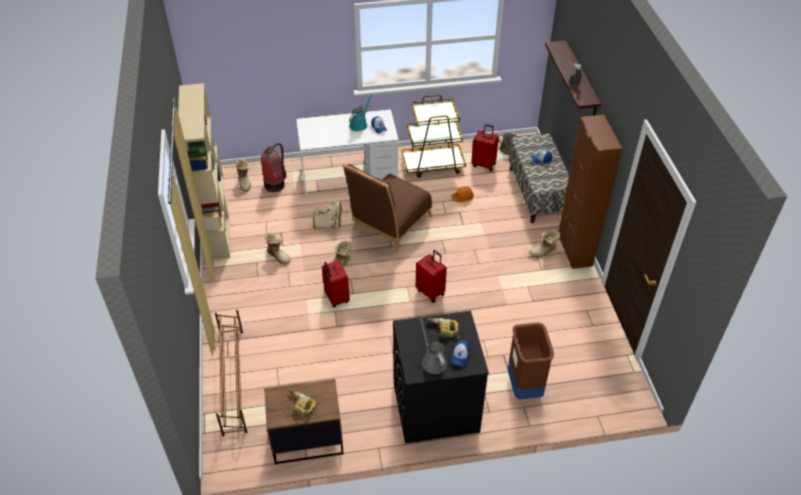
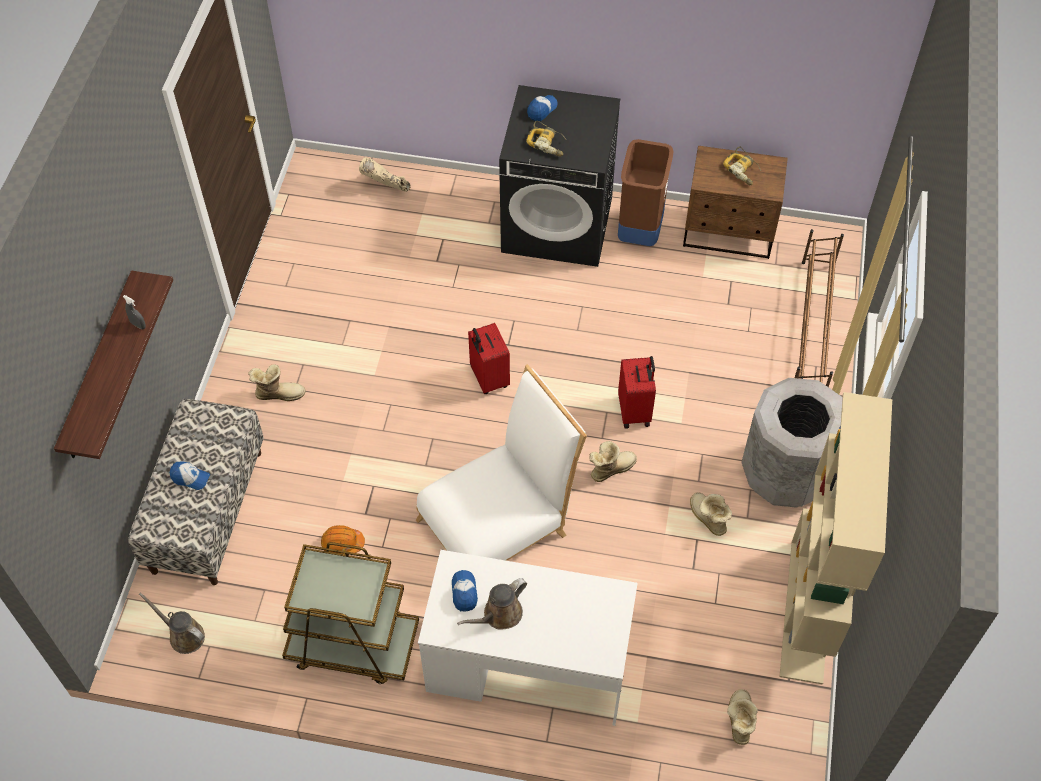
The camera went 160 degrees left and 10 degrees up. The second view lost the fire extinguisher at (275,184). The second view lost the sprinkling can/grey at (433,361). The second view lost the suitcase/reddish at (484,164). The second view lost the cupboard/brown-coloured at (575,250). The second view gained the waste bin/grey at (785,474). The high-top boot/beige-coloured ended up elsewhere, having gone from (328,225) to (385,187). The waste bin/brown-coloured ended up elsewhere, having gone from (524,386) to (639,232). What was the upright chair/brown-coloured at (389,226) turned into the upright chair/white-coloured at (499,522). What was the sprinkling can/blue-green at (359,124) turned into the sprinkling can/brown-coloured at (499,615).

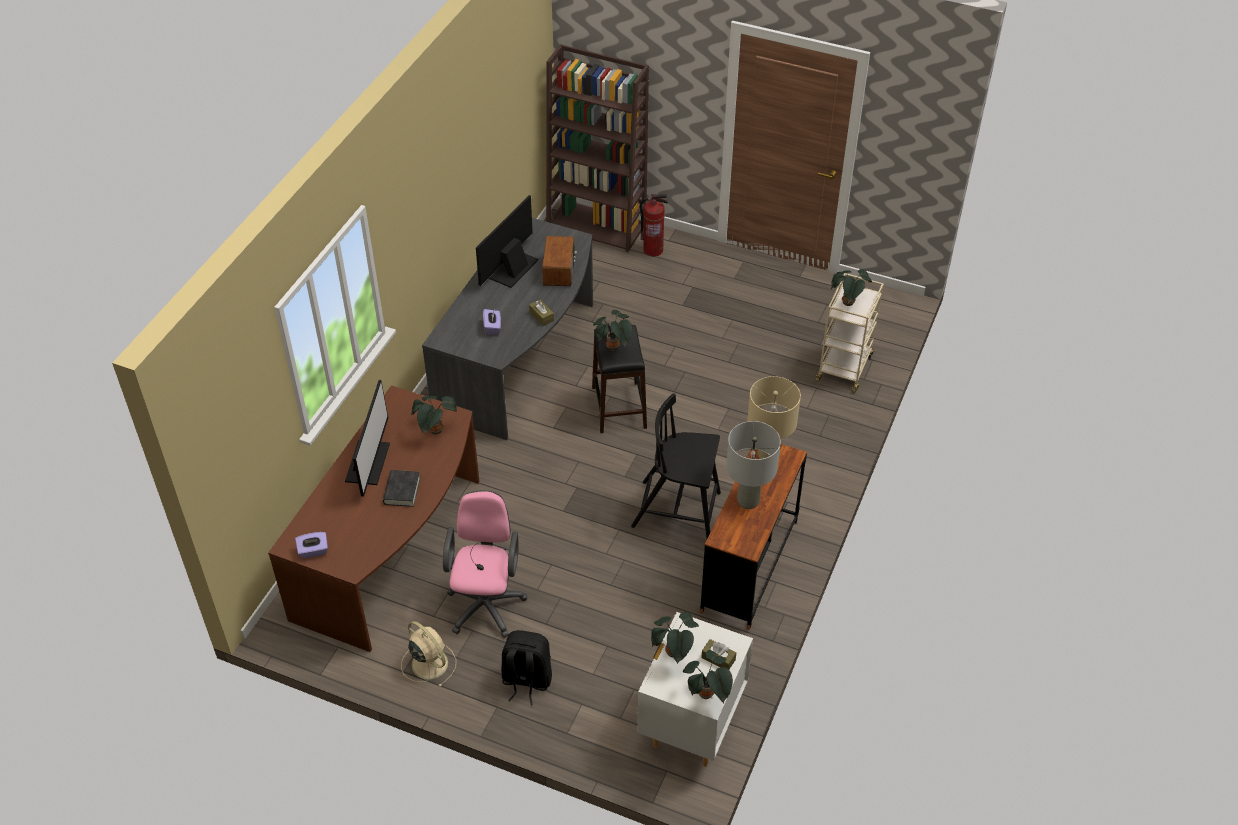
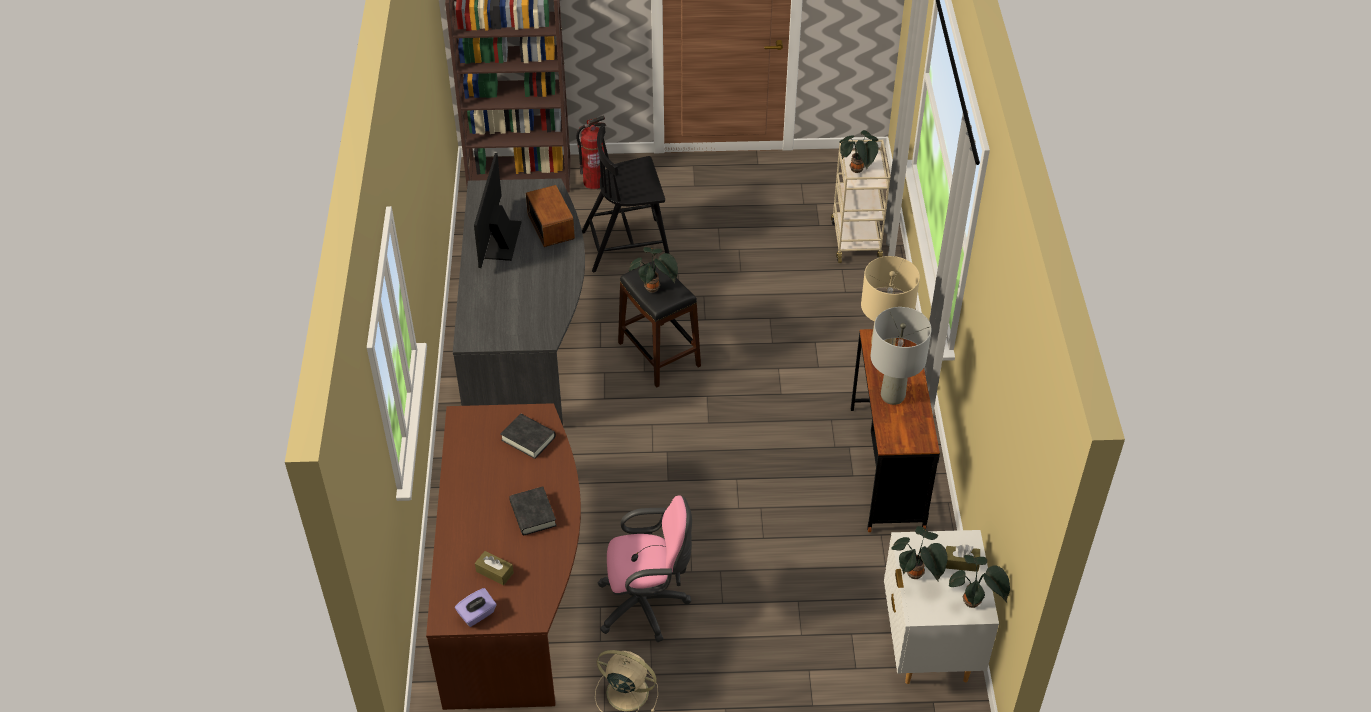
The camera went 25 degrees left and 0 degrees up. The second view lost the computer display at (369,462). The second view lost the tissue box/purple at (492,327). The second view lost the rucksack/blackish at (526,680). The tissue box/brown-coloured ended up elsewhere, having gone from (541,316) to (494,572). The upright chair/blackish ended up elsewhere, having gone from (678,510) to (627,245). Where the plant in a pot stood at (435,431), the book/blackish came to stand at (528,438). The office chair/pink at (486,602) ended up facing another way, 105 degrees clockwise from before.

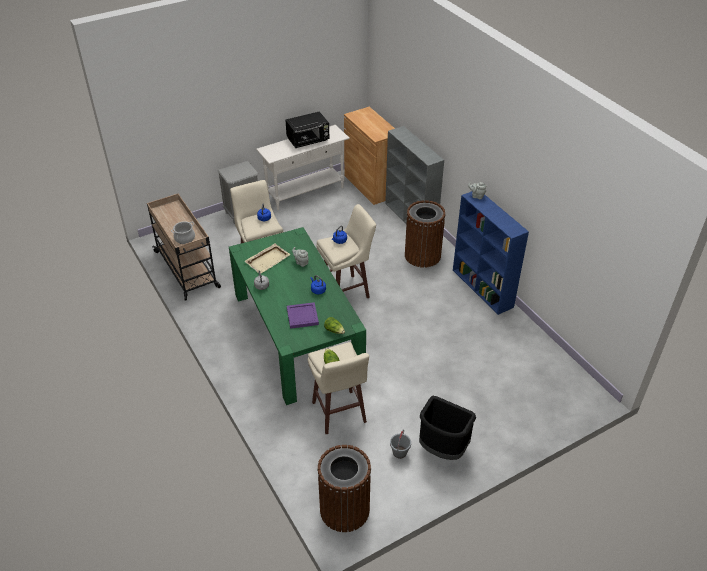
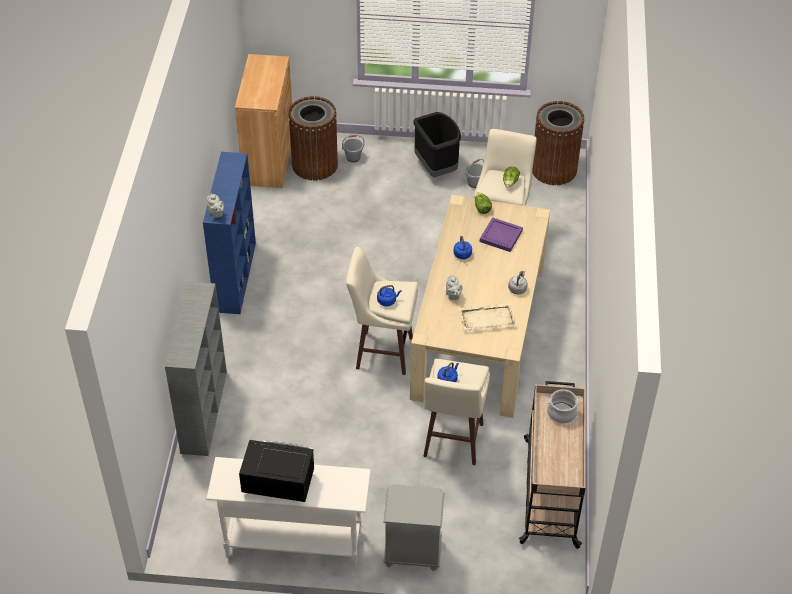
The camera went 145 degrees left and 5 degrees up. The second view gained the water bucket/grey at (353,158). The cupboard/brown-coloured ended up elsewhere, having gone from (370,185) to (268,159). The waste bin/brown-coloured ended up elsewhere, having gone from (422,255) to (314,165). What was the kitchen table/green-coloured at (297,335) turned into the kitchen table/beige-coloured at (479,331).

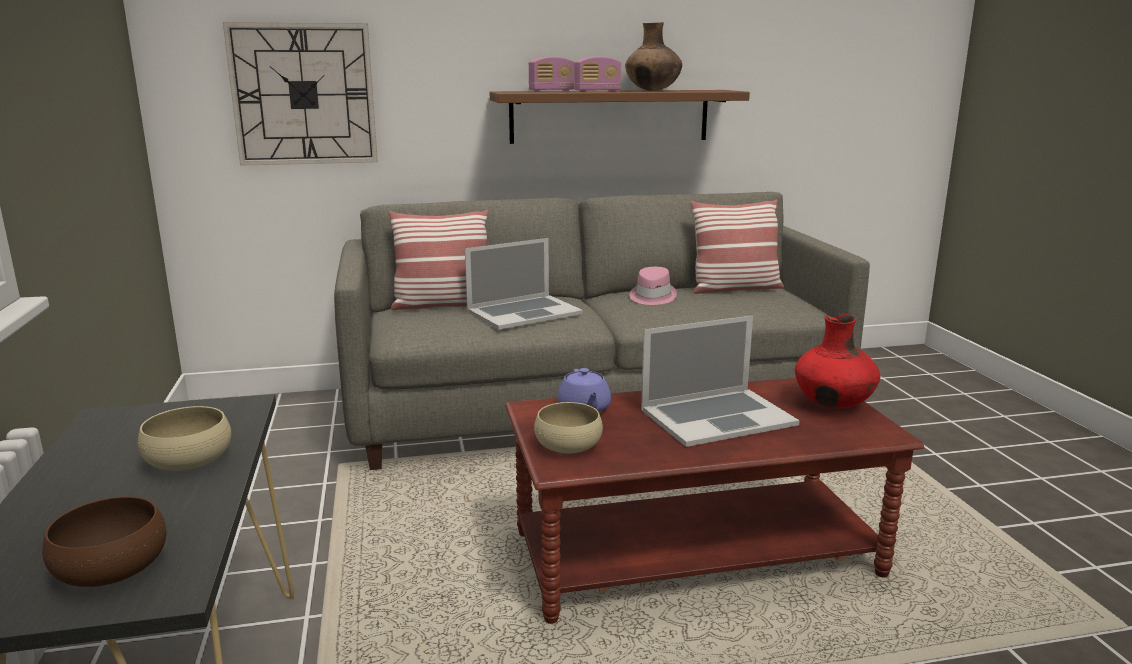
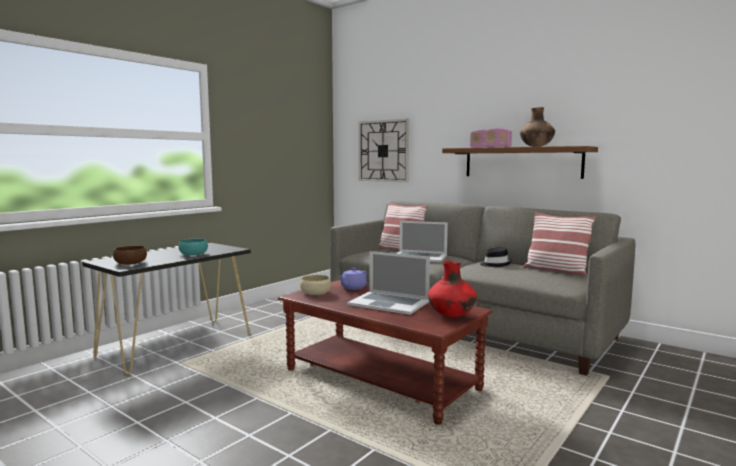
The camera went 50 degrees right and 10 degrees down. What was the serving bowl/beige-coloured at (188,460) turned into the serving bowl/blue-green at (193,254). What was the clothing hat/pink at (652,297) turned into the clothing hat/blackish at (495,264).

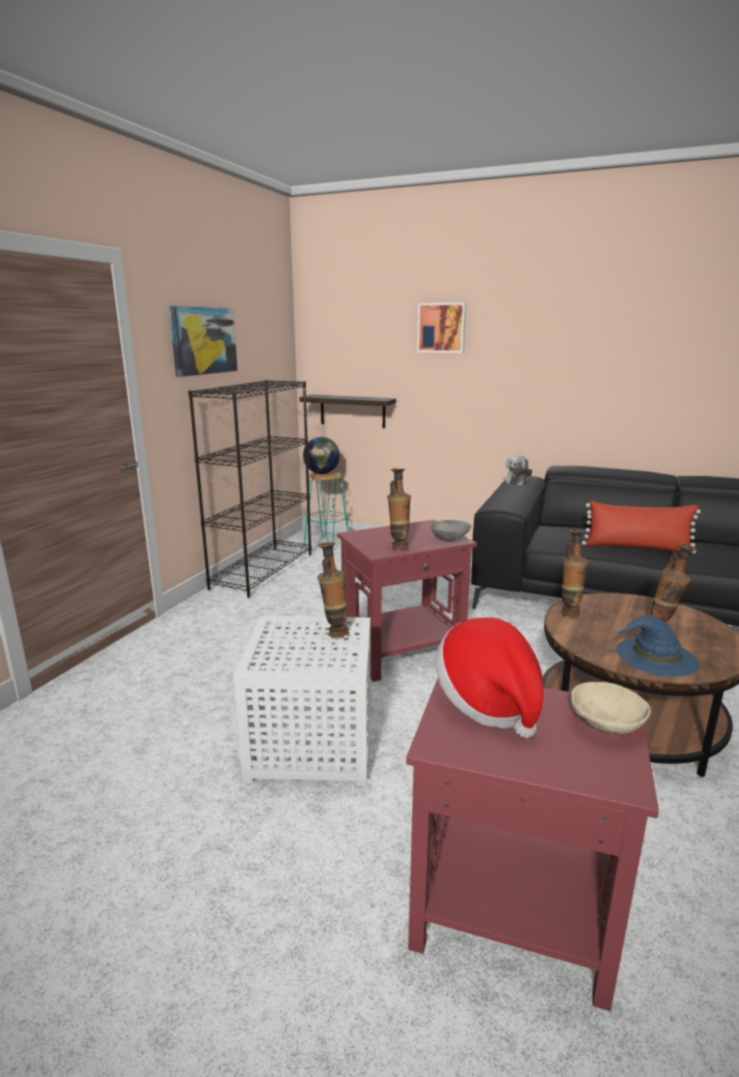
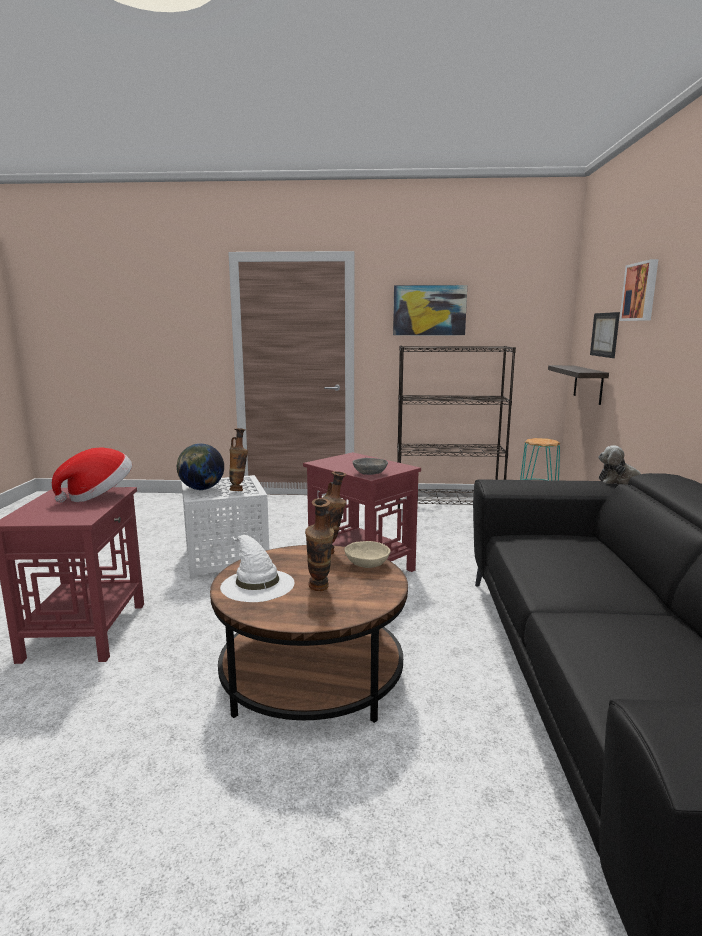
The camera went 70 degrees right and 5 degrees down. The second view lost the decorative vase at (398,547). The second view lost the cushion/reddish at (637,548). The second view gained the wall picture at (605,334). The world globe ended up elsewhere, having gone from (321,473) to (202,489). The serving bowl/beige-coloured ended up elsewhere, having gone from (605,725) to (366,565). What was the clothing hat/bluish at (655,657) turned into the clothing hat/white-coloured at (256,584).

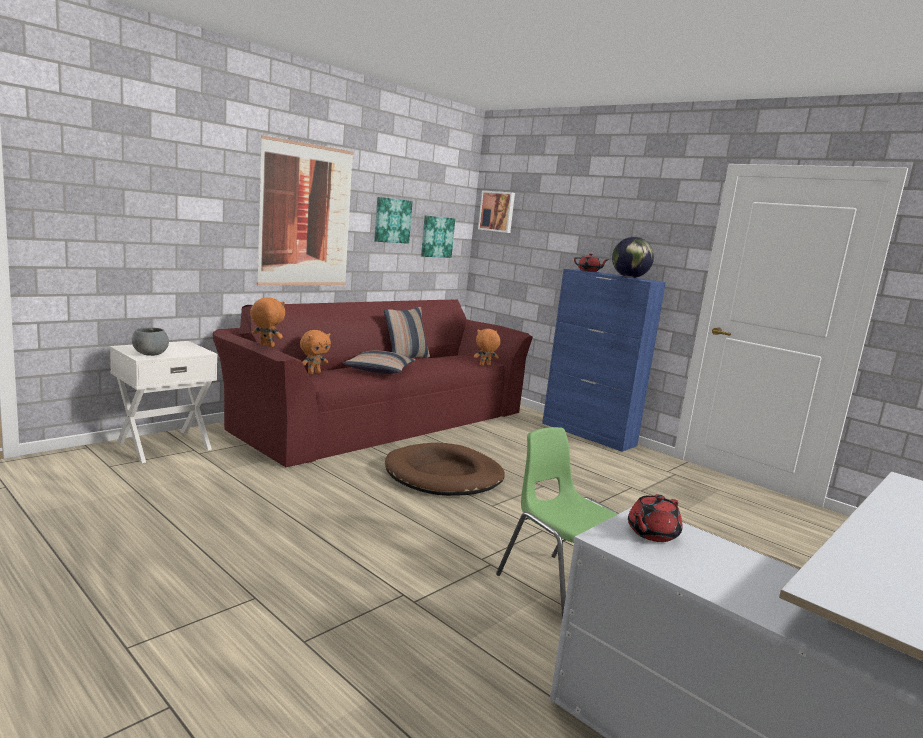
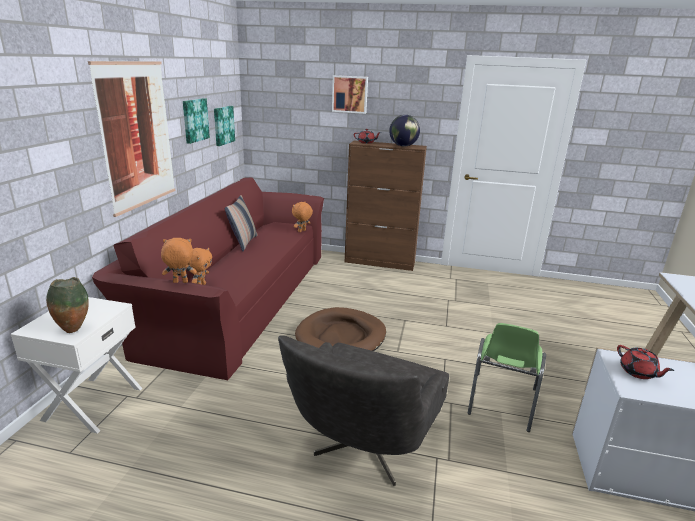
The camera went 30 degrees left and 10 degrees up. The second view lost the cushion at (379,370). The second view gained the armchair/grey at (363,451). The wall picture ended up elsewhere, having gone from (497,211) to (350,94). Where the serving bowl/grey stood at (150,354), the decorative vase came to stand at (74,330). What was the cupboard/bluish at (588,434) turned into the cupboard/brown-coloured at (380,262). The upright chair/green-coloured at (558,587) ended up facing another way, 90 degrees counterclockwise from before. The pot for tea/reddish at (651,533) ended up facing another way, 45 degrees counterclockwise from before.

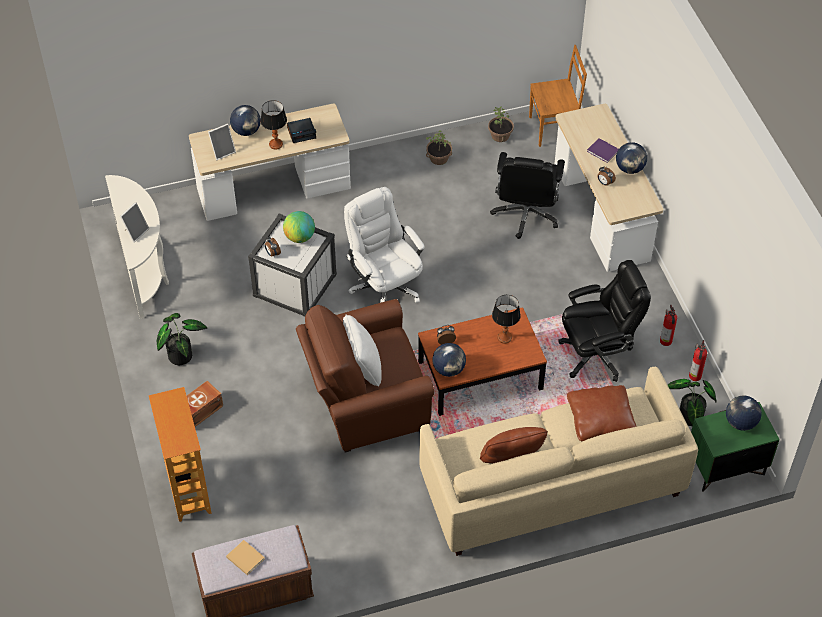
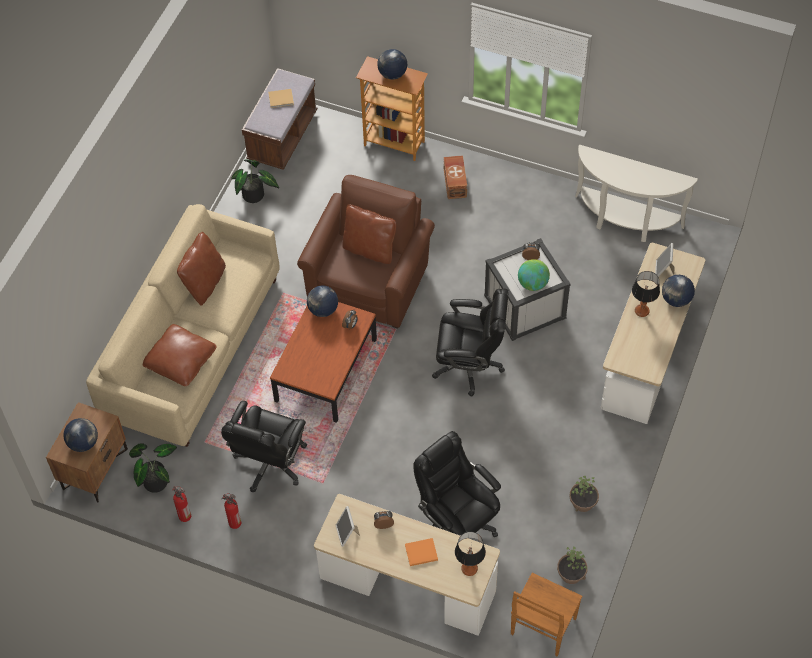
The camera went 130 degrees right and 5 degrees up. The second view lost the table clock at (302,132). The standing frame ended up elsewhere, having gone from (135,232) to (347,534). The plant in a pot ended up elsewhere, having gone from (181,353) to (255,196). The table lamp ended up elsewhere, having gone from (504,337) to (469,568). The world globe ended up elsewhere, having gone from (630,168) to (392,74). What was the cushion/white-coloured at (363,367) turned into the cushion/brown-coloured at (369,249). What was the office chair/white-coloured at (385,286) turned into the office chair/blackish at (469,365). What was the book/purple at (603,151) turned into the book/orangey at (420,553). What was the bedside table/green-coloured at (725,467) turned into the bedside table/brown-coloured at (94,468).

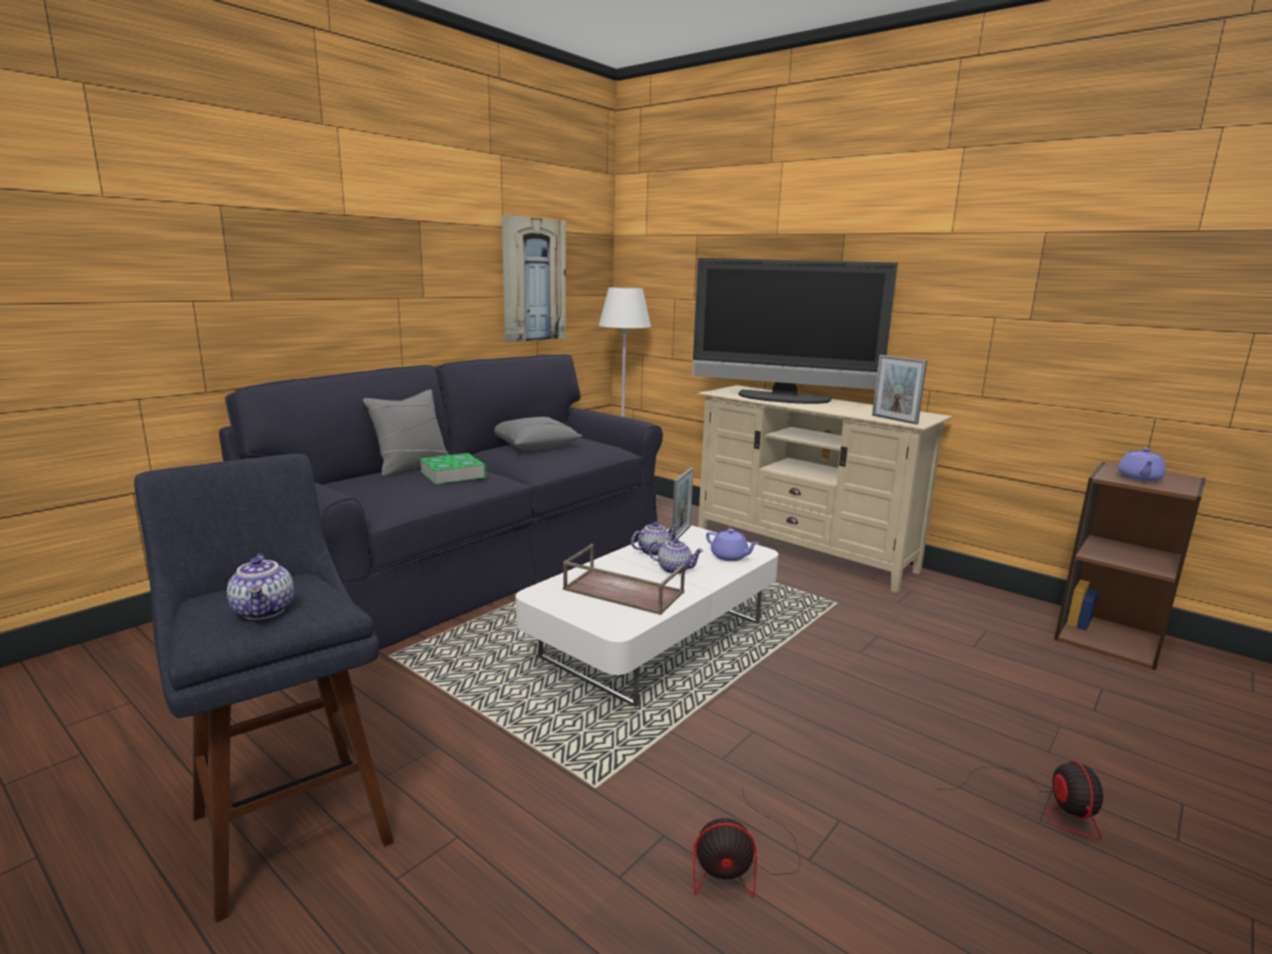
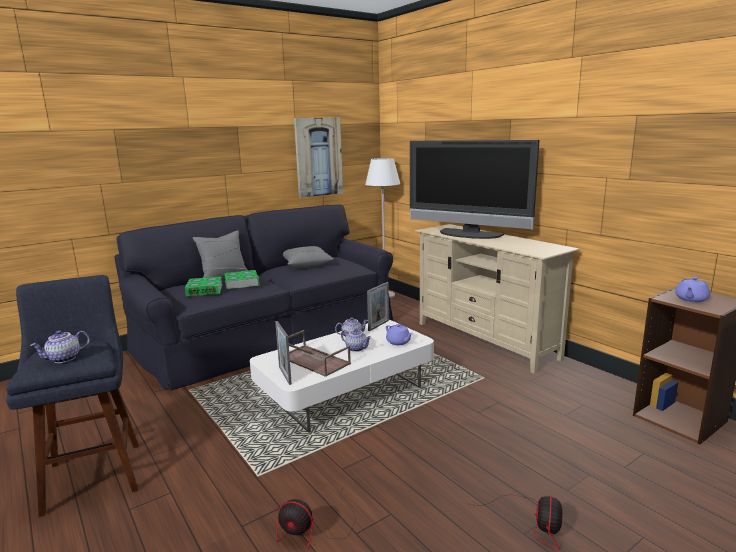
The camera went 15 degrees right and 0 degrees up. The second view gained the book at (204,290). The standing frame ended up elsewhere, having gone from (894,419) to (285,375). The pot for tea at (265,611) ended up facing another way, 60 degrees clockwise from before.

